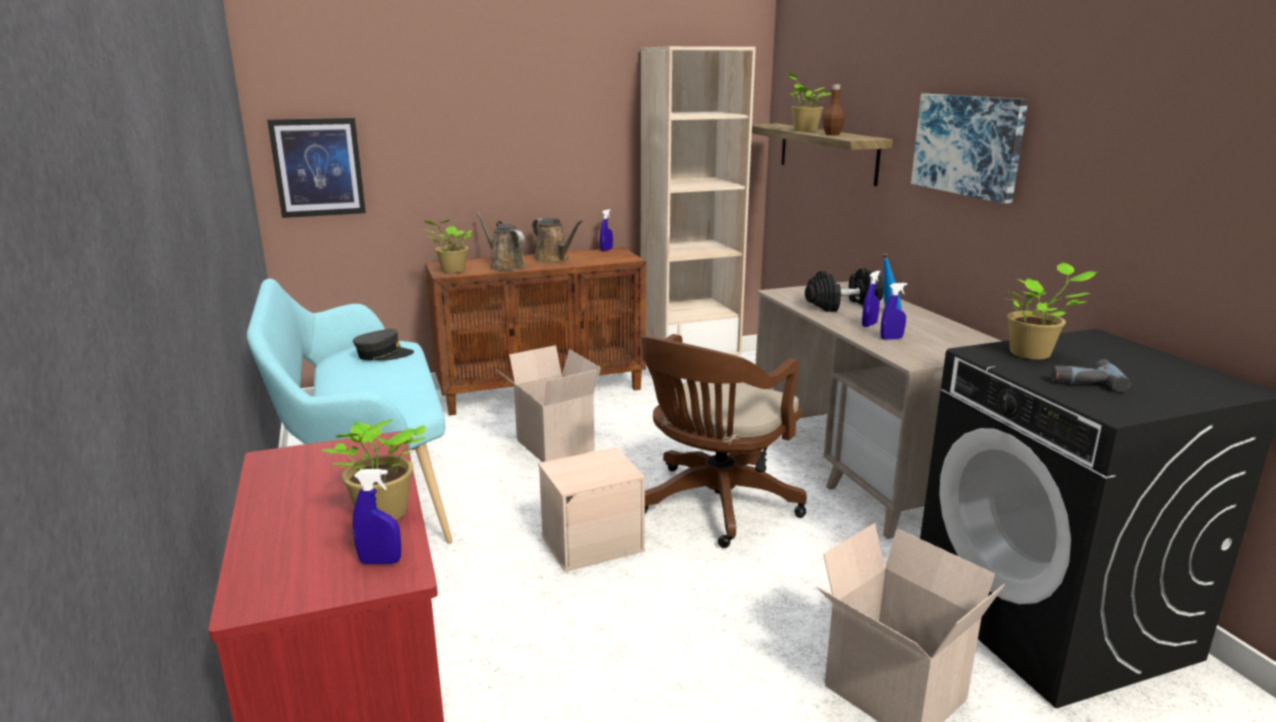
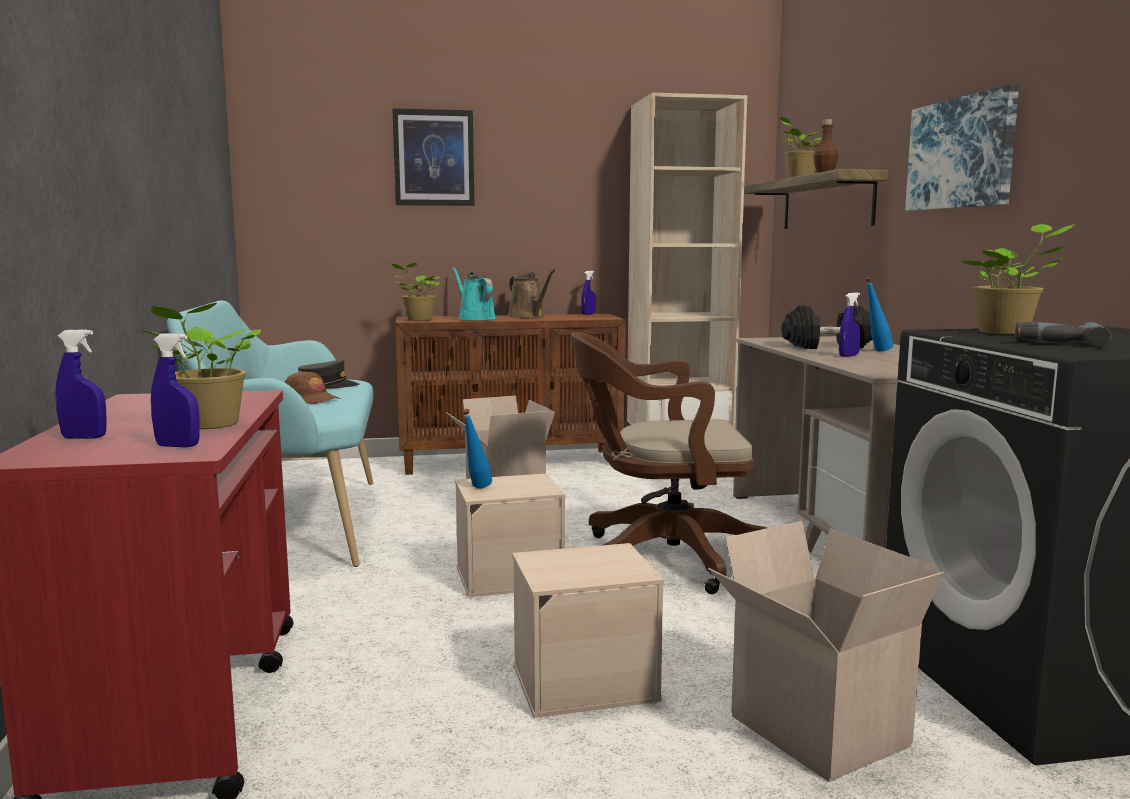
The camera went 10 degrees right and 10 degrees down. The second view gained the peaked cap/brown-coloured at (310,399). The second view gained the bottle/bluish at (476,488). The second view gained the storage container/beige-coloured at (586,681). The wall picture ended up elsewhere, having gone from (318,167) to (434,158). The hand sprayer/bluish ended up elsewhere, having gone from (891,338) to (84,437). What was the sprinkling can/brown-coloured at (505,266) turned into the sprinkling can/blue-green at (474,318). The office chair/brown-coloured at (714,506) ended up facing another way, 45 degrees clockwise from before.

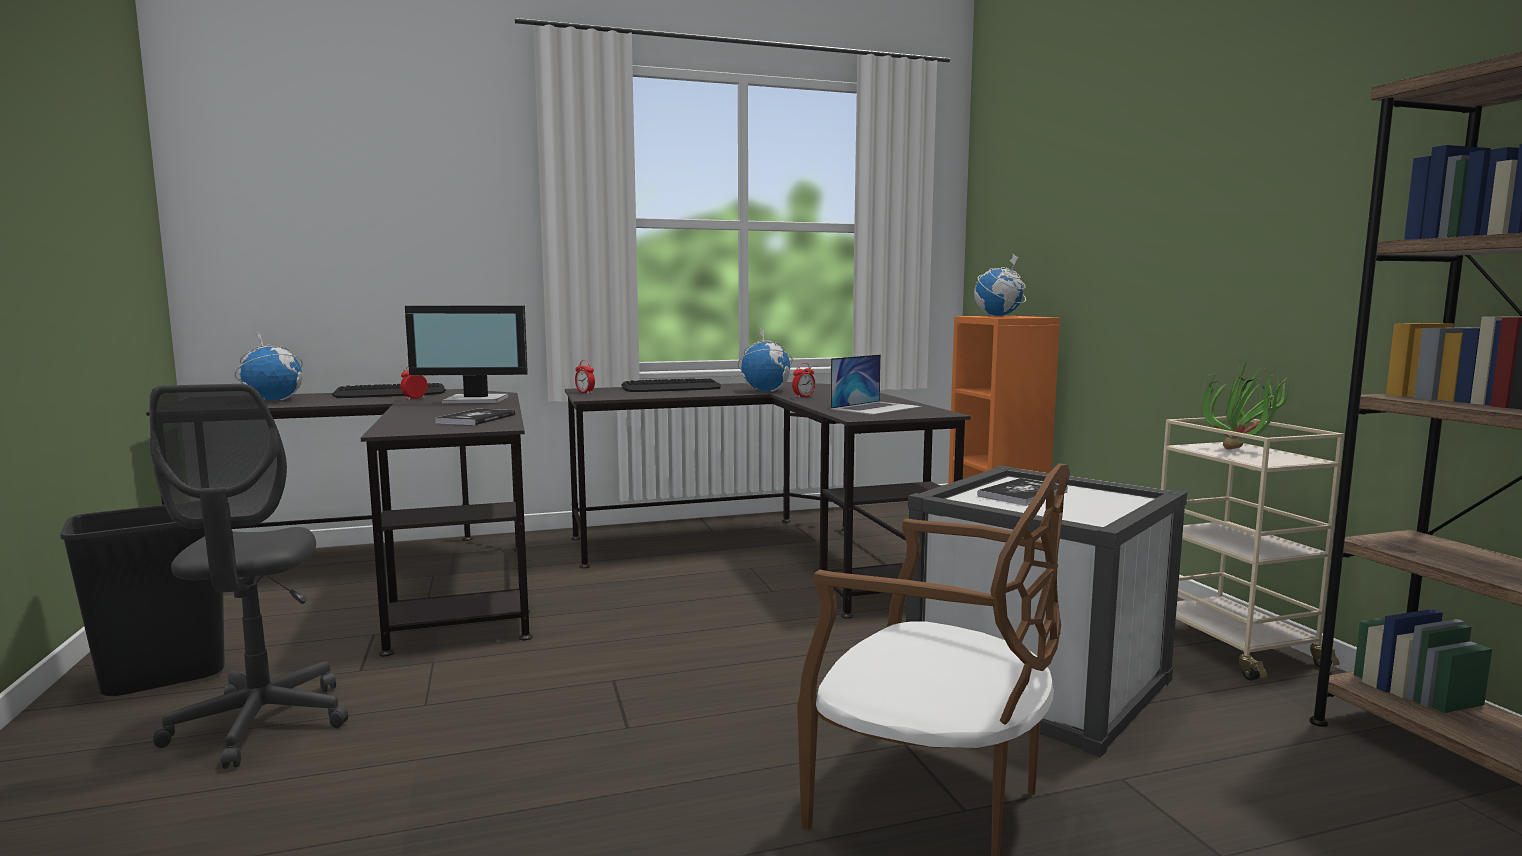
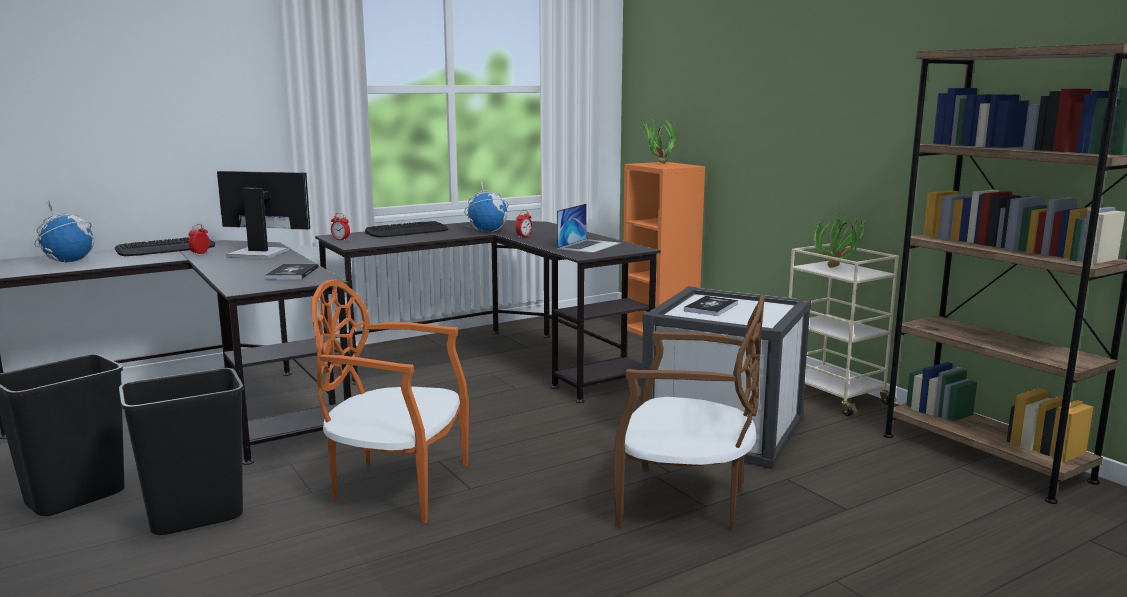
The camera went 15 degrees left and 5 degrees up. The second view gained the upright chair/orangey at (397,486). Where the office chair/grey stood at (261,724), the waste bin/blackish came to stand at (195,518). Where the world globe stood at (998,316), the plant in a pot came to stand at (658,163). The computer display at (476,400) ended up facing another way, 150 degrees counterclockwise from before.

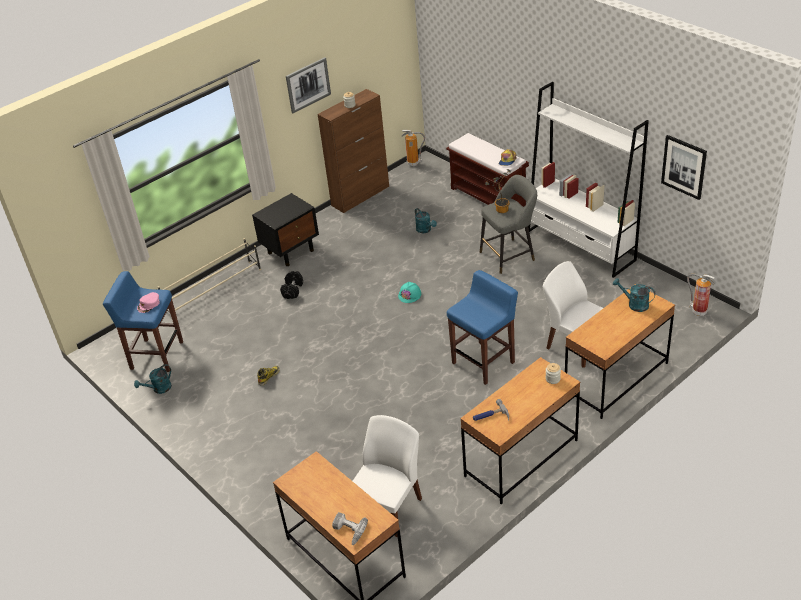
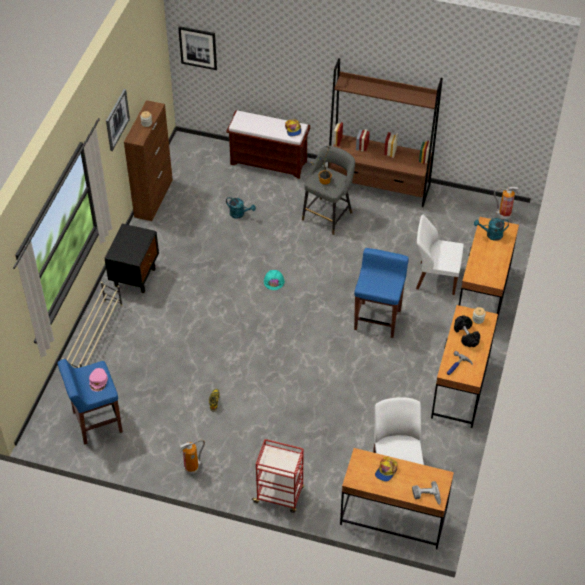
The camera went 35 degrees left and 10 degrees up. The second view lost the sprinkling can/blue-green at (159,389). The second view gained the wheeled cart/reddish at (279,495). The second view gained the peaked cap at (386,470). The free weight/blackish ended up elsewhere, having gone from (292,290) to (466,335). The fire extinguisher ended up elsewhere, having gone from (413,163) to (192,468). The wall picture ended up elsewhere, having gone from (684,166) to (198,47). What was the bookshelf/white-coloured at (580,246) turned into the bookshelf/brown-coloured at (378,186).

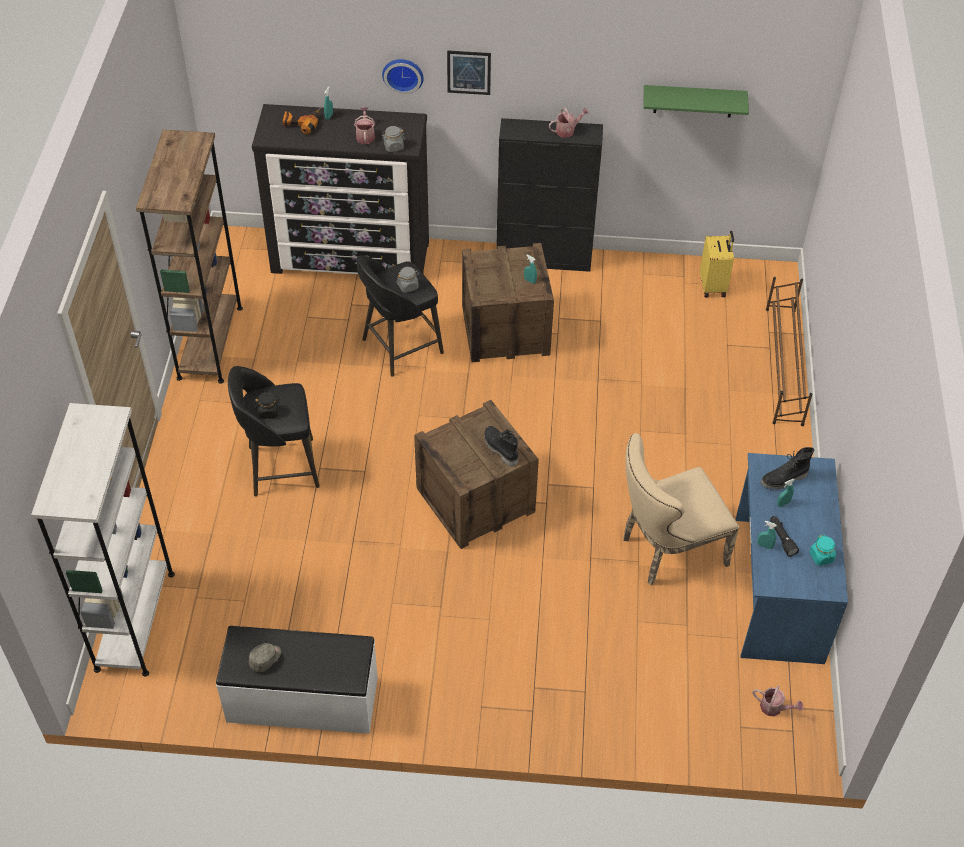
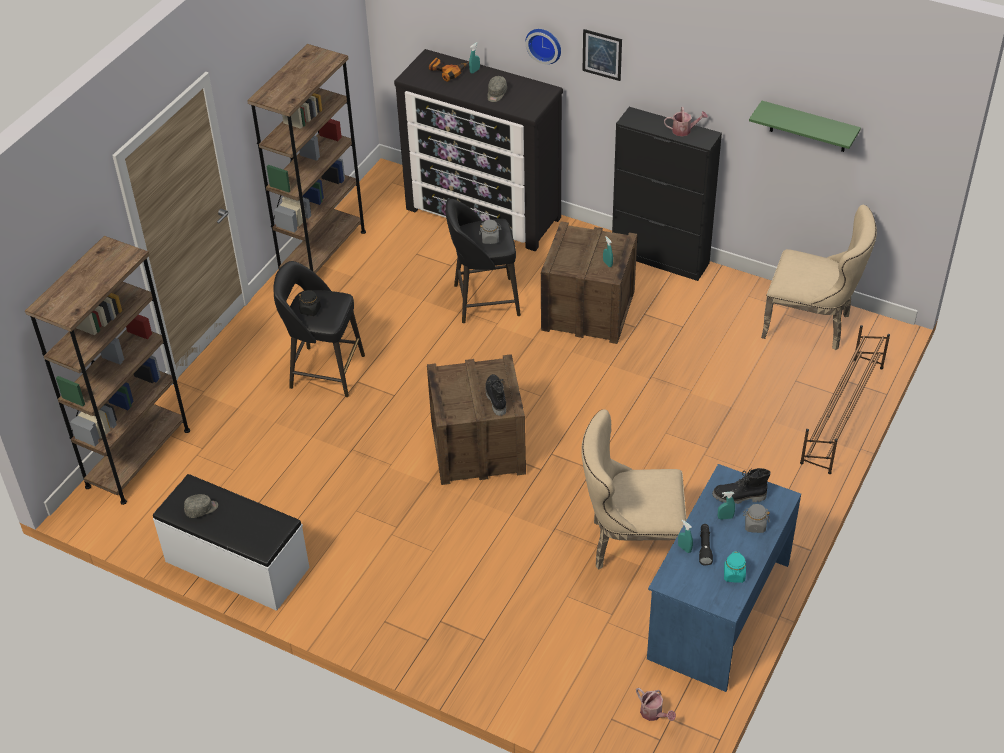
The camera went 25 degrees right and 5 degrees down. The storage jar/grey ended up elsewhere, having gone from (393,146) to (755,525). Where the sprinkling can stood at (365,136), the peaked cap/grey came to stand at (496,94). Where the suitcase/yellow stood at (713,286), the upright chair/beige-coloured came to stand at (812,325). What was the bookshelf/white-coloured at (135,621) turned into the bookshelf/brown-coloured at (138,458).

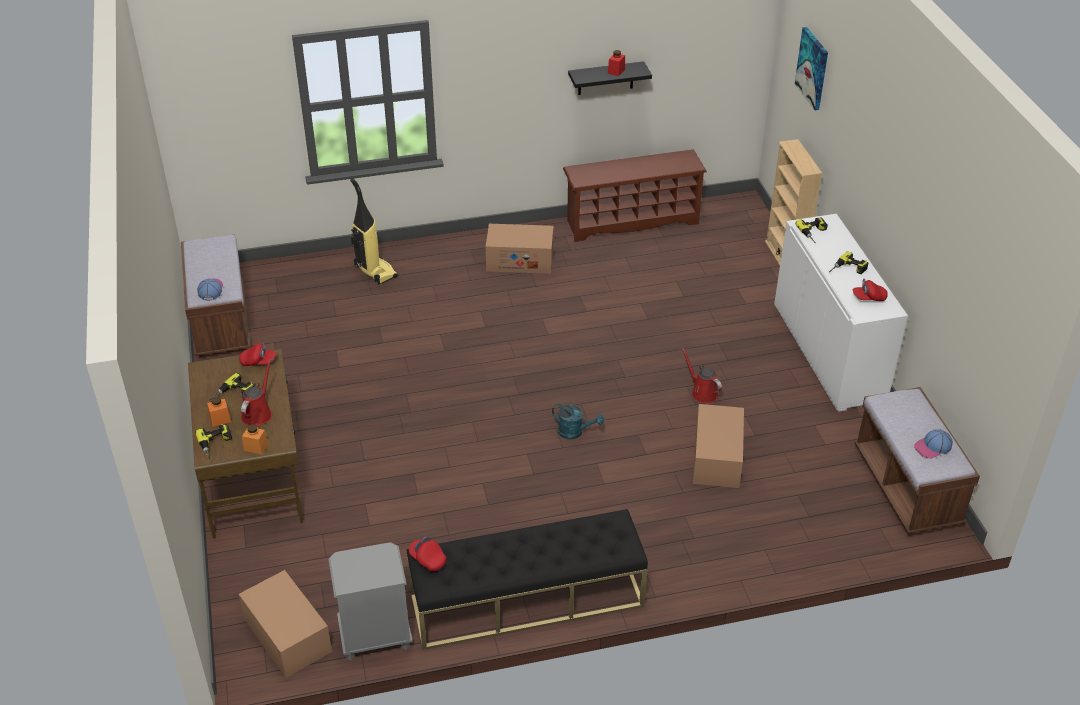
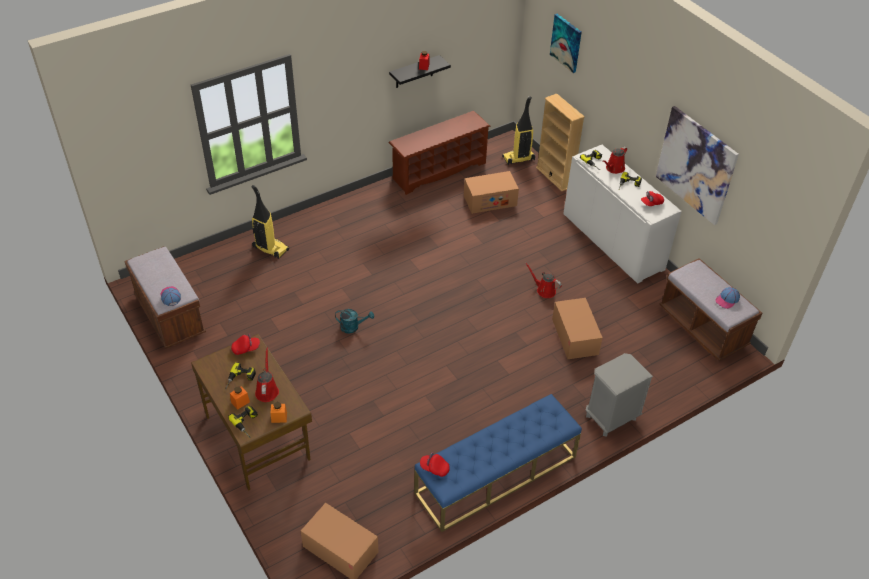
The camera went 20 degrees left and 5 degrees up. The second view gained the hoover at (518,159). The second view gained the sprinkling can/reddish at (614,169). The second view gained the wall picture at (696,165). The bedside table/grey ended up elsewhere, having gone from (375,637) to (611,418). The cardboard box ended up elsewhere, having gone from (520,260) to (490,200). The sprinkling can/blue-green ended up elsewhere, having gone from (574,432) to (353,327). What was the indoor bench/blackish at (526,600) turned into the indoor bench/bluish at (496,475).

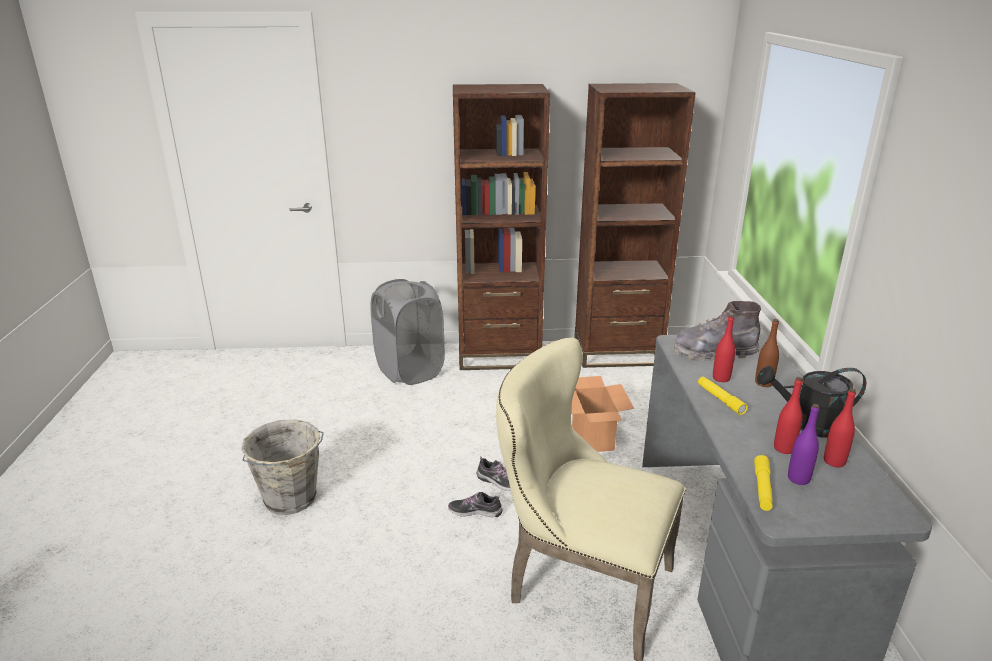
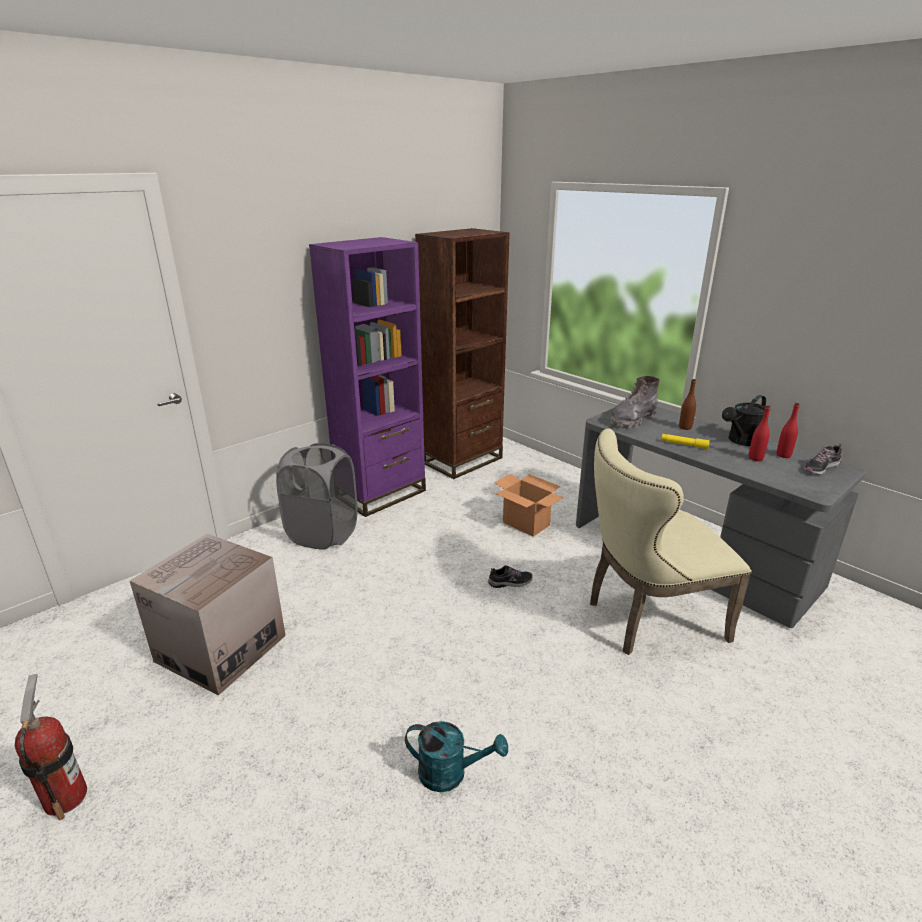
The camera went 40 degrees left and 0 degrees up. The second view lost the water bucket/grey at (291,499). The second view lost the bottle/reddish at (721,378). The second view lost the flashlight/yellow at (762,488). The second view lost the bottle/purple at (798,479). The second view gained the fire extinguisher at (65,797). The second view gained the cardboard box at (221,648). The second view gained the sprinkling can/blue-green at (451,773). The low shoe ended up elsewhere, having gone from (475,511) to (820,468). What was the bookshelf/brown-coloured at (499,356) turned into the bookshelf/purple at (381,494).

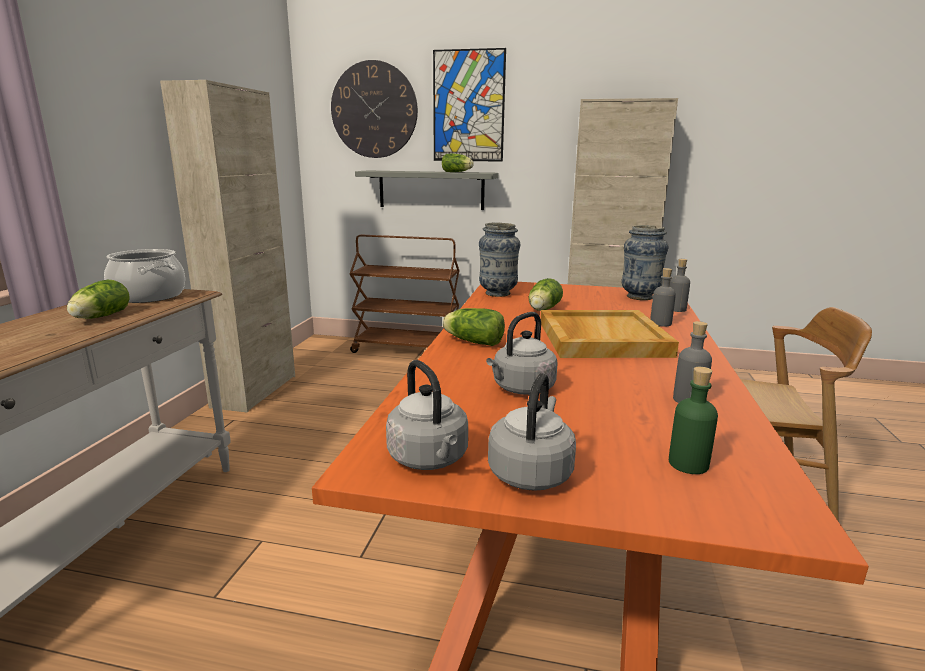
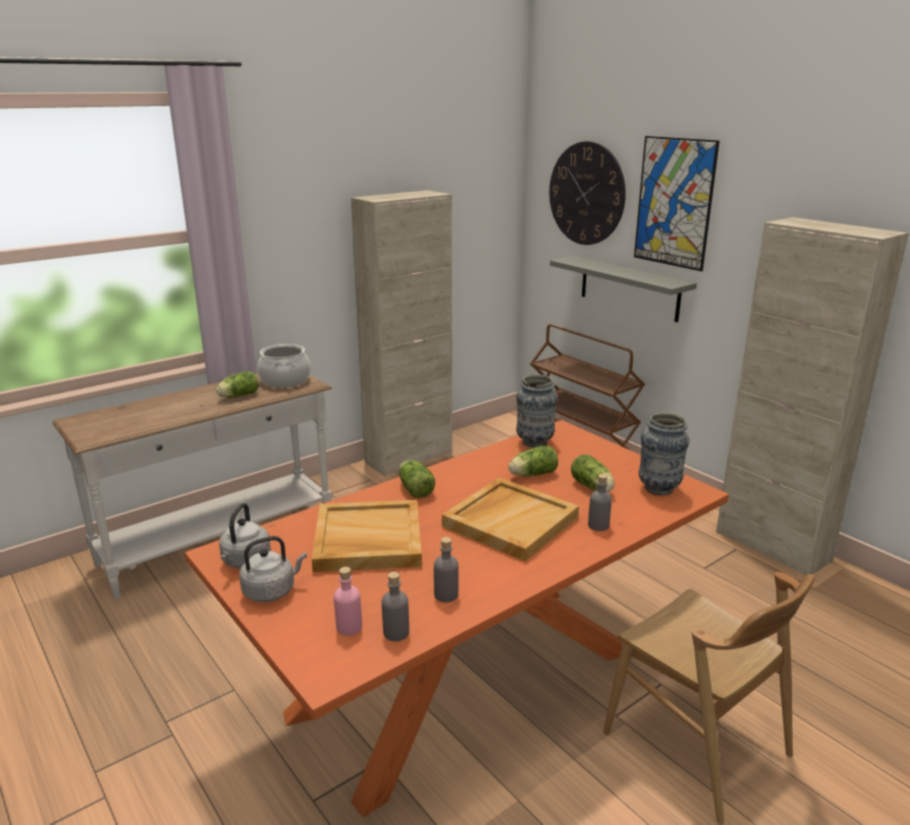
The camera went 40 degrees right and 5 degrees up. The lettuce ended up elsewhere, having gone from (457,172) to (593,488). The bottle/grey ended up elsewhere, having gone from (676,309) to (396,633). Where the tea kettle/grey stood at (521,389), the carrying tray/beige-coloured came to stand at (367,540). What was the bottle/green-coloured at (688,464) turned into the bottle/pink at (349,627).

